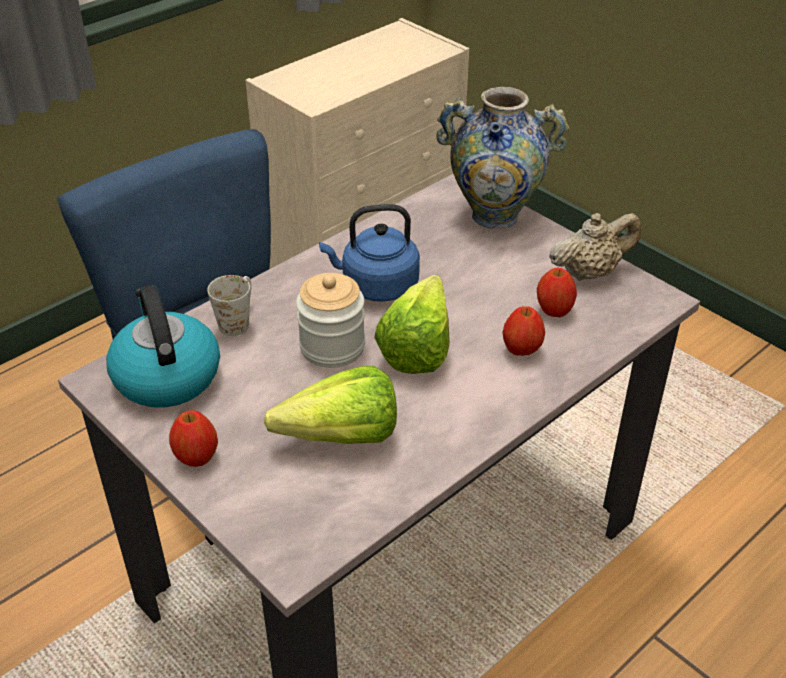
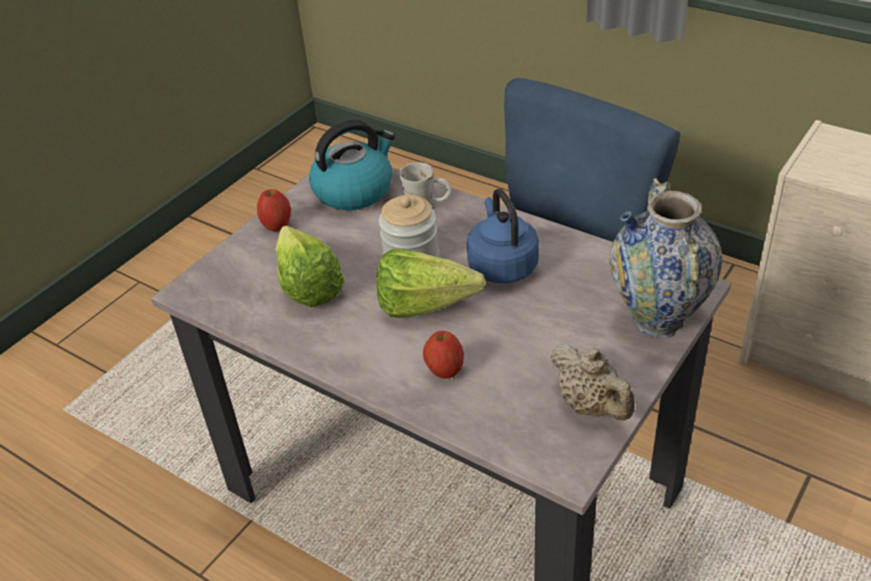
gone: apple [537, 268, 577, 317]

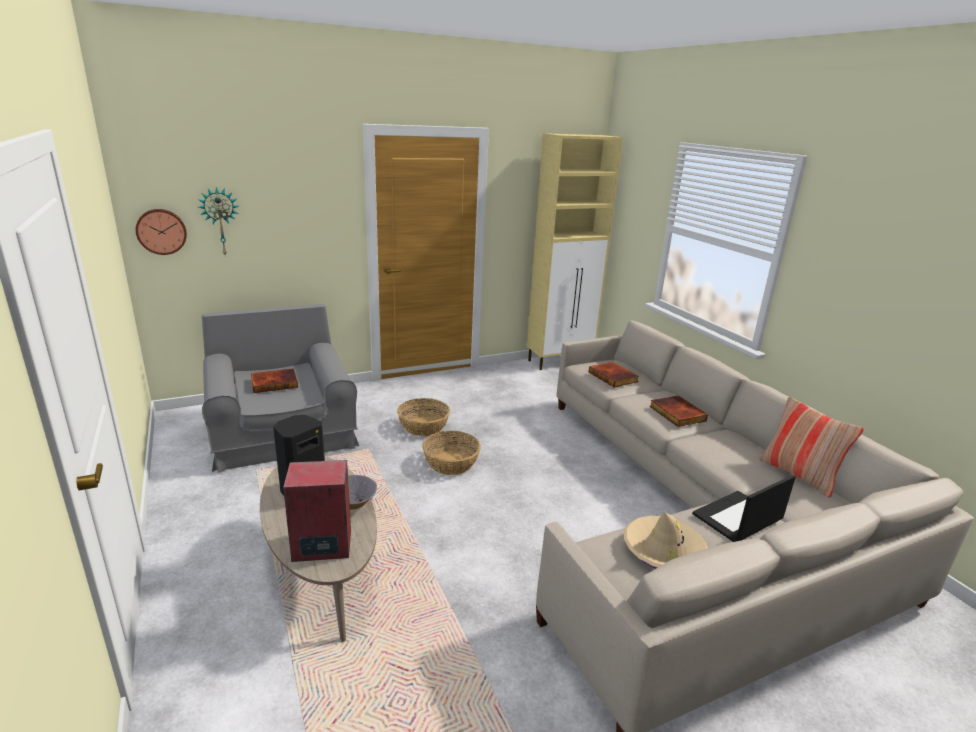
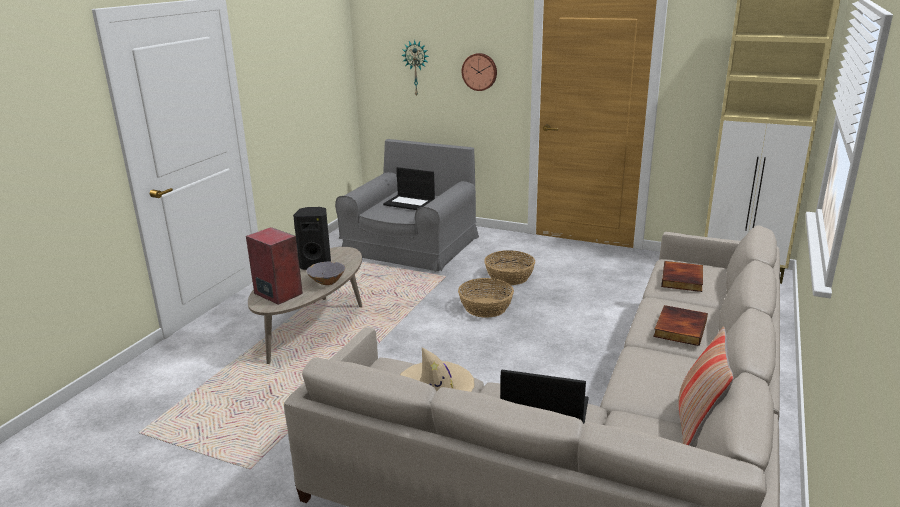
shifted: wall clock [136, 209, 187, 255] to [462, 53, 497, 91]
swapped: book [251, 368, 298, 393] to laptop [383, 167, 435, 210]

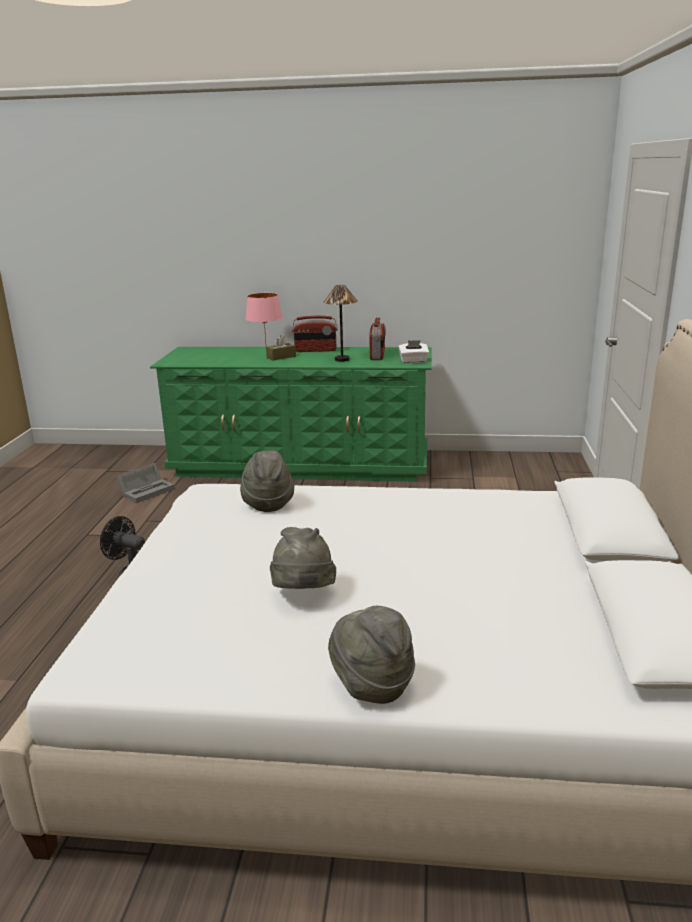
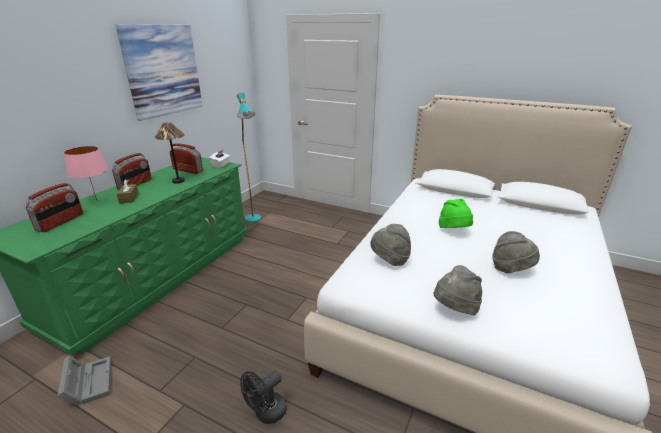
new: radio [26, 183, 83, 232]; picture [115, 24, 202, 121]; turquoise floor lamp [237, 92, 261, 223]; green hat [439, 199, 473, 228]
shifted: grey hat [328, 606, 415, 704] to [434, 265, 482, 316]

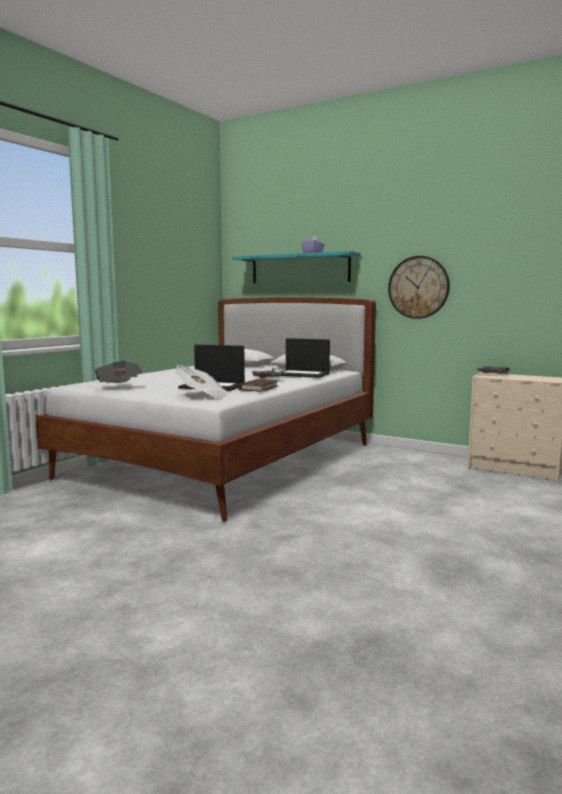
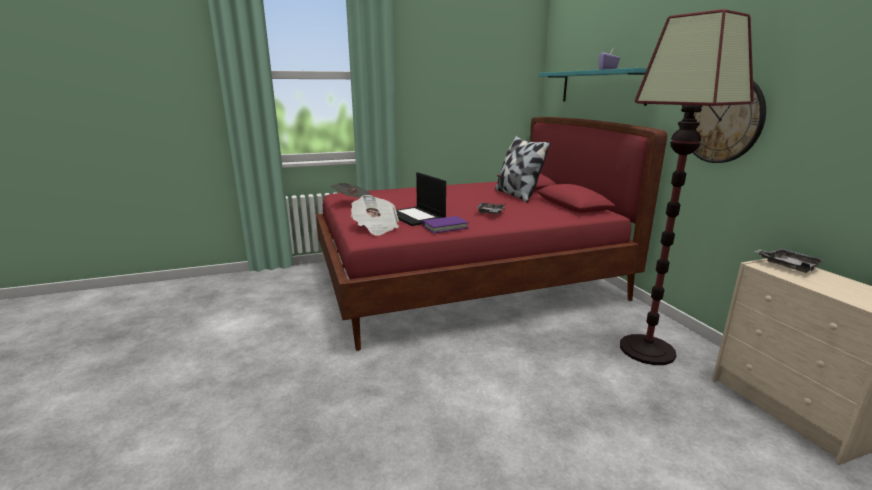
gone: laptop [280, 338, 330, 378]
new: pillow [495, 135, 551, 203]; floor lamp [620, 9, 754, 365]
repainted: white bed [35, 297, 376, 522] to red bed [316, 117, 668, 351]; brown book [238, 379, 278, 392] to purple book [422, 216, 469, 233]

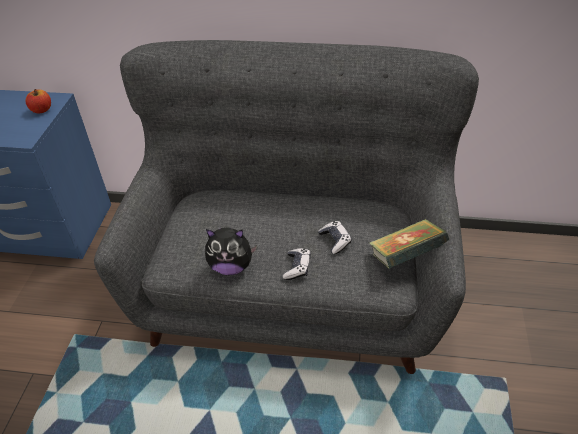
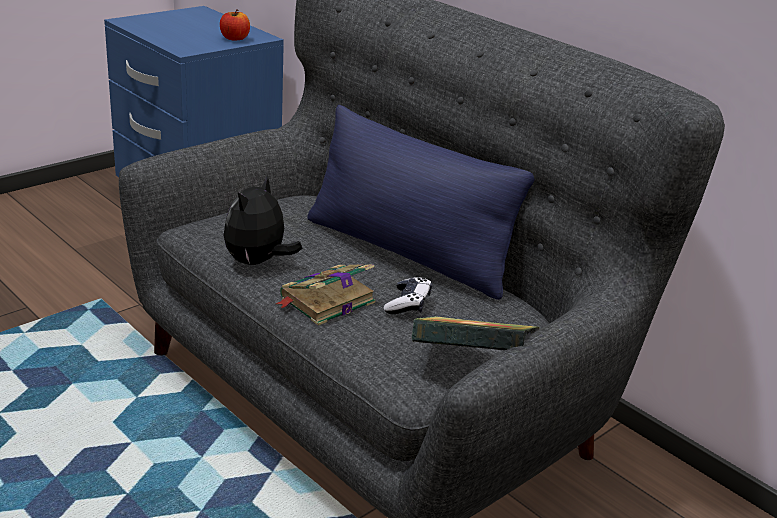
new: blue pillow [307, 105, 535, 300]
swapped: game controller [283, 248, 311, 280] to book [276, 264, 375, 326]
rotated: plush toy [205, 227, 257, 275] = [224, 175, 303, 265] 75 degrees clockwise

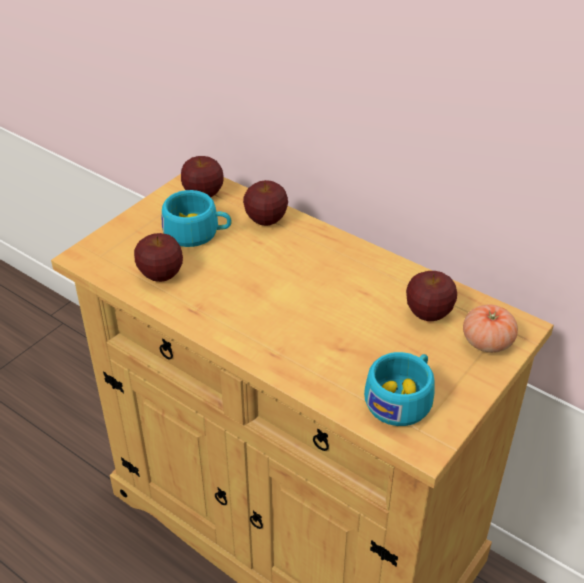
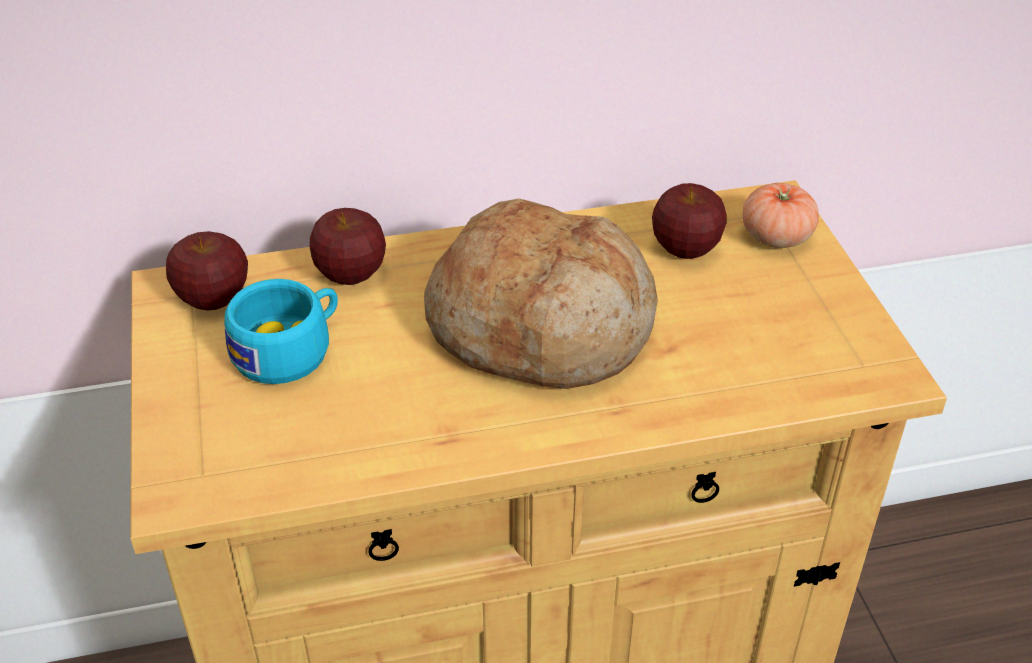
gone: apple [134, 233, 183, 282]; turquoise cup [364, 352, 435, 426]
new: bread [424, 198, 658, 389]

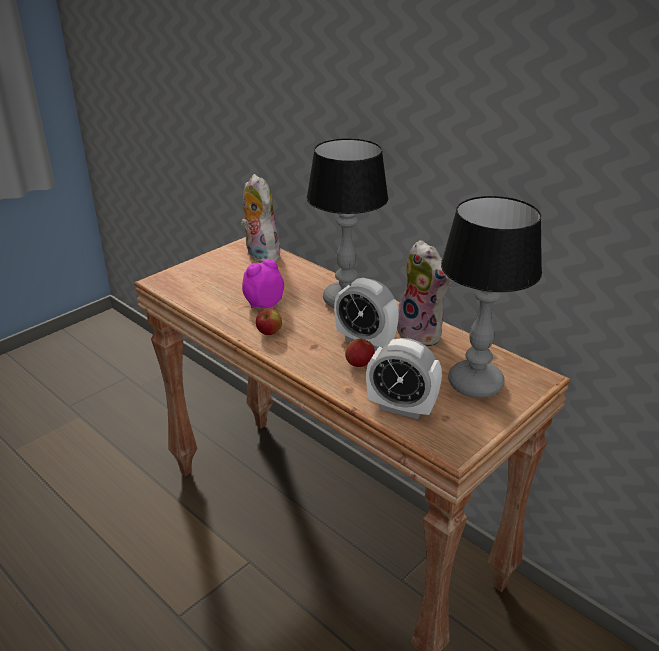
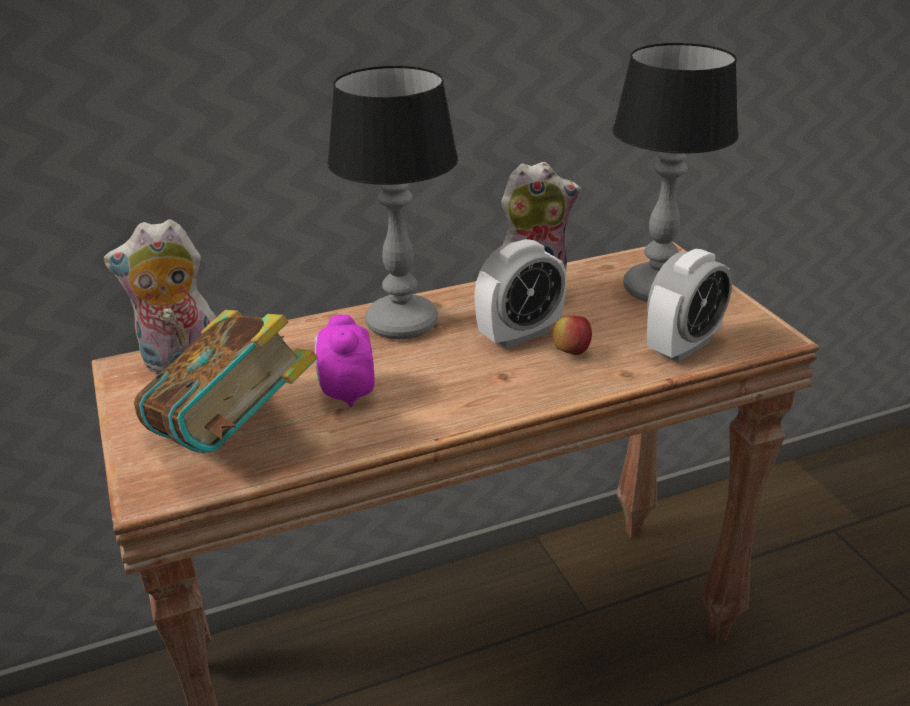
gone: apple [256, 309, 282, 335]
new: book [134, 310, 318, 453]

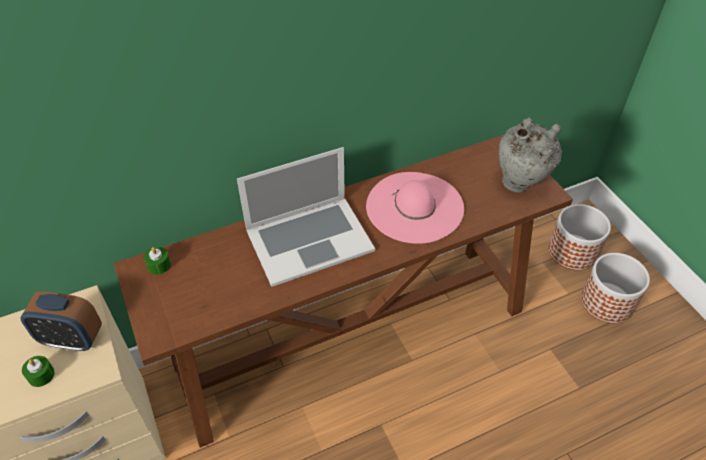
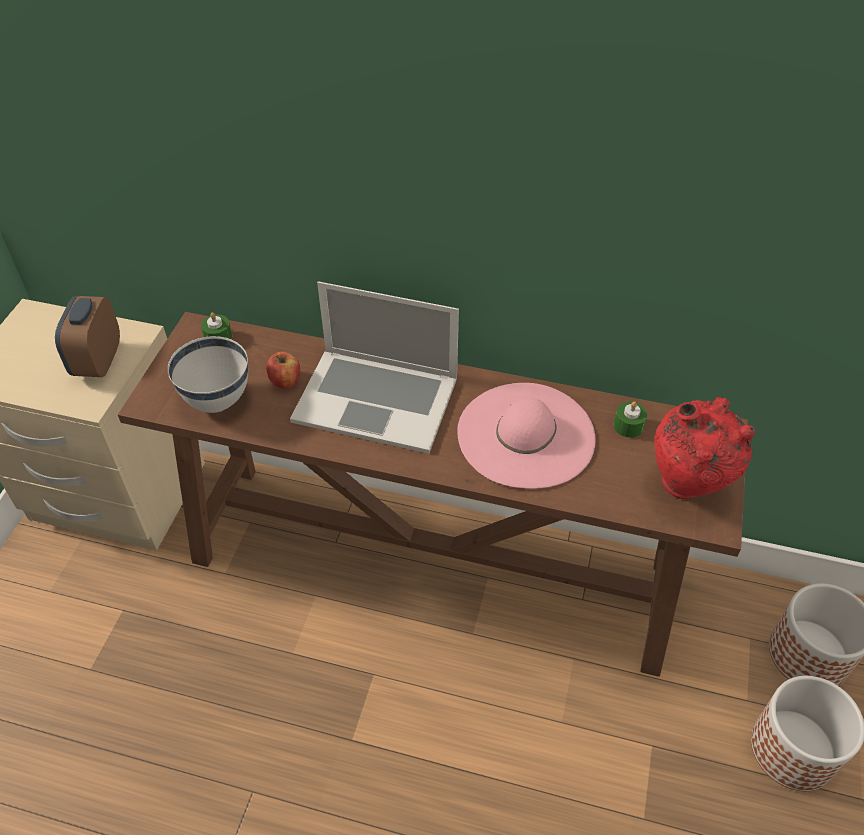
new: white bowl [167, 336, 248, 413]; apple [266, 352, 300, 388]
shifted: green candle [22, 356, 55, 387] to [613, 401, 647, 438]
repainted: grey vase [499, 117, 562, 192] to red vase [654, 397, 755, 499]
rotated: alarm clock [21, 291, 102, 351] = [55, 296, 120, 377] 45 degrees clockwise

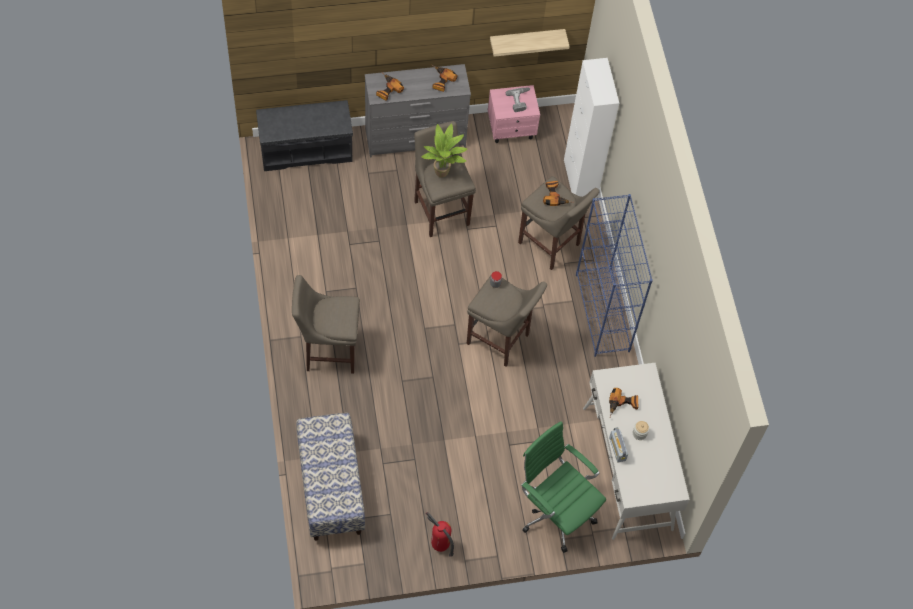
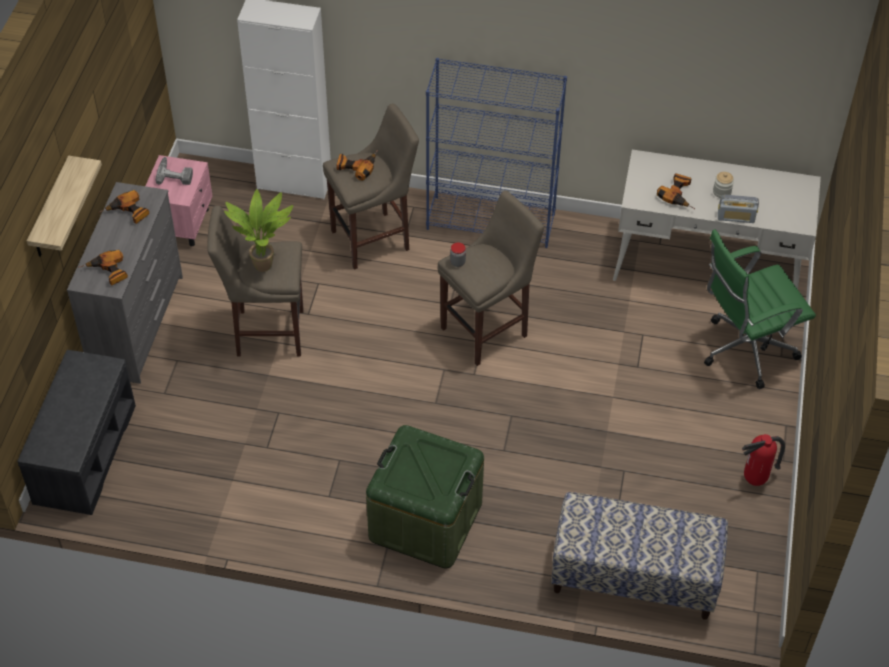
shifted: shelf [490, 29, 570, 57] to [27, 156, 102, 257]
swapped: beige stool [292, 275, 360, 374] to green storage box [366, 425, 484, 568]

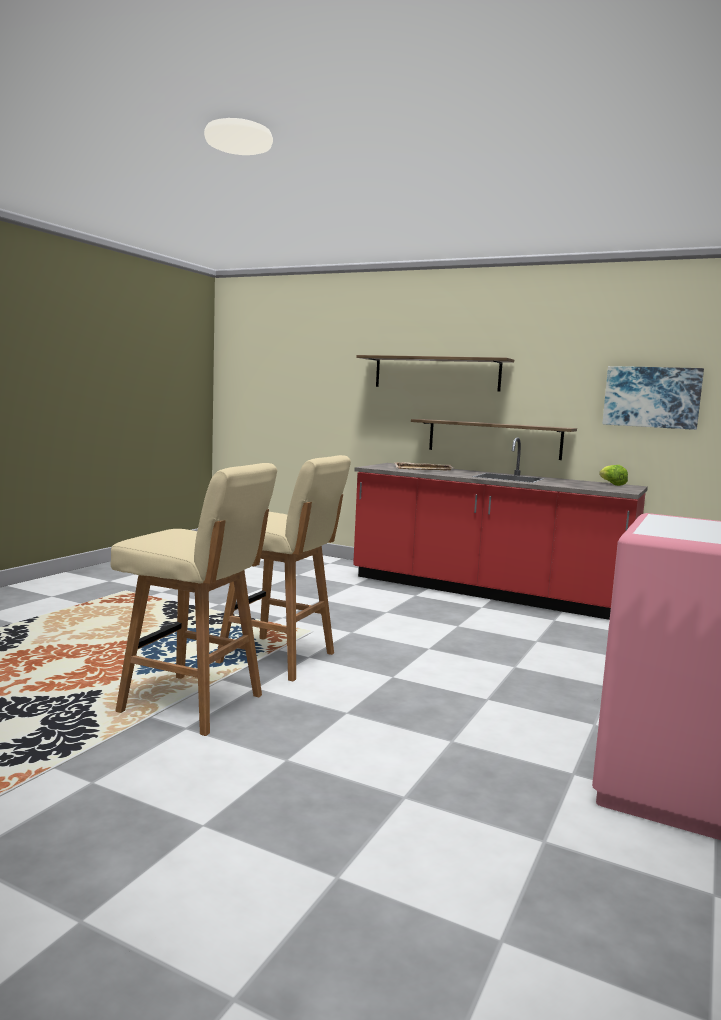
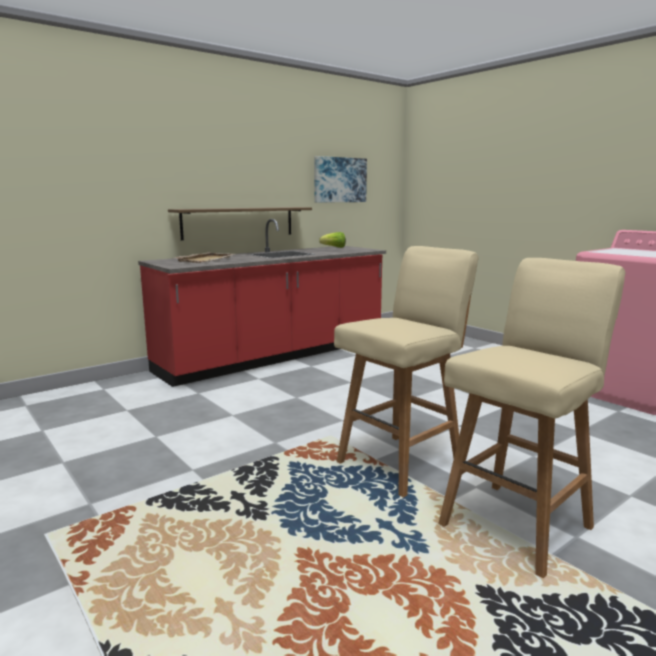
gone: shelf [356, 355, 514, 392]

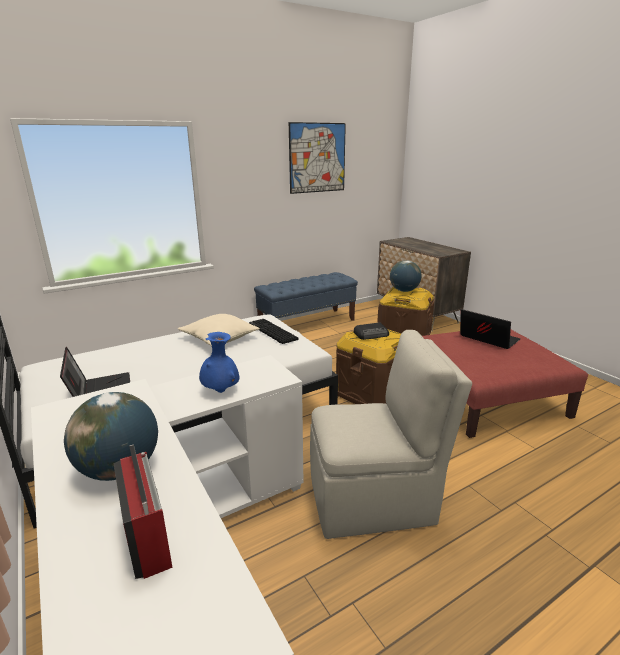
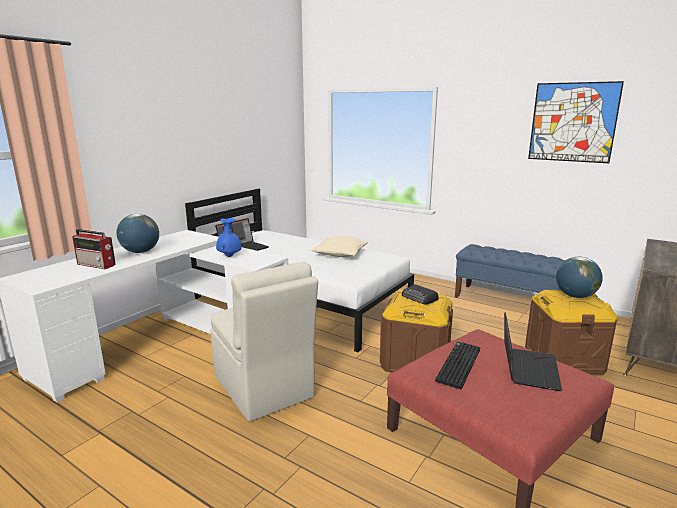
shifted: keyboard [249, 319, 299, 344] to [435, 342, 480, 389]
rotated: radio [114, 444, 173, 579] = [72, 229, 116, 269] 75 degrees clockwise

